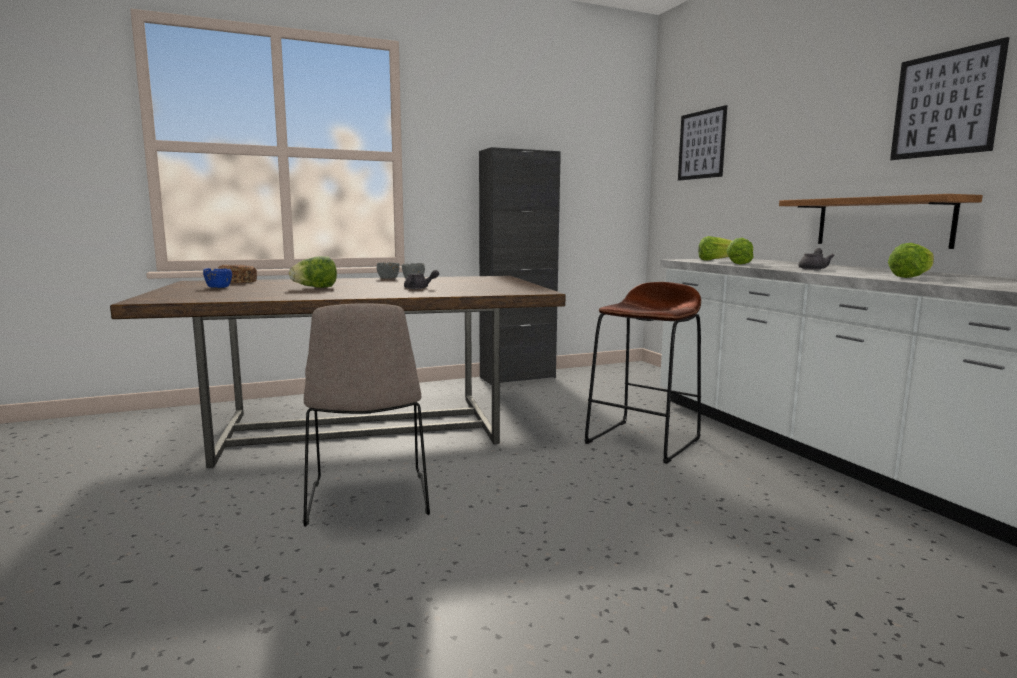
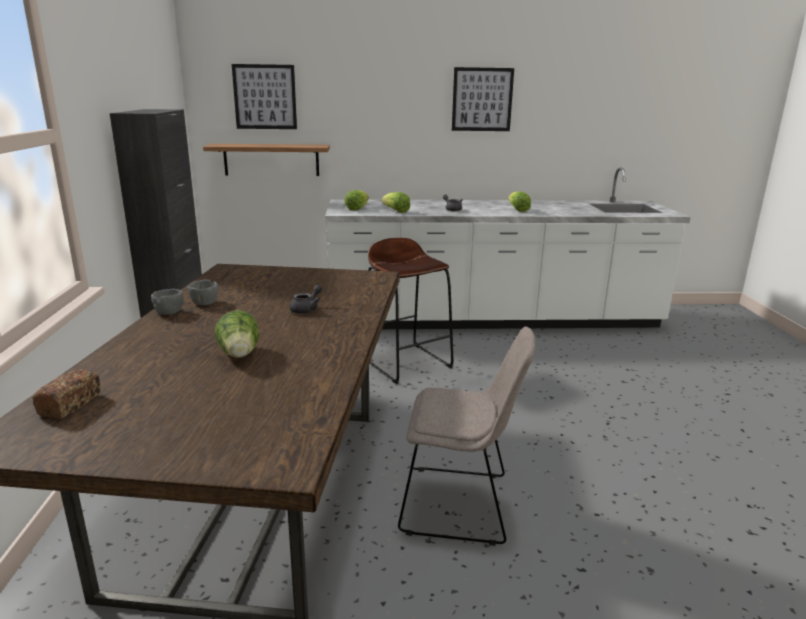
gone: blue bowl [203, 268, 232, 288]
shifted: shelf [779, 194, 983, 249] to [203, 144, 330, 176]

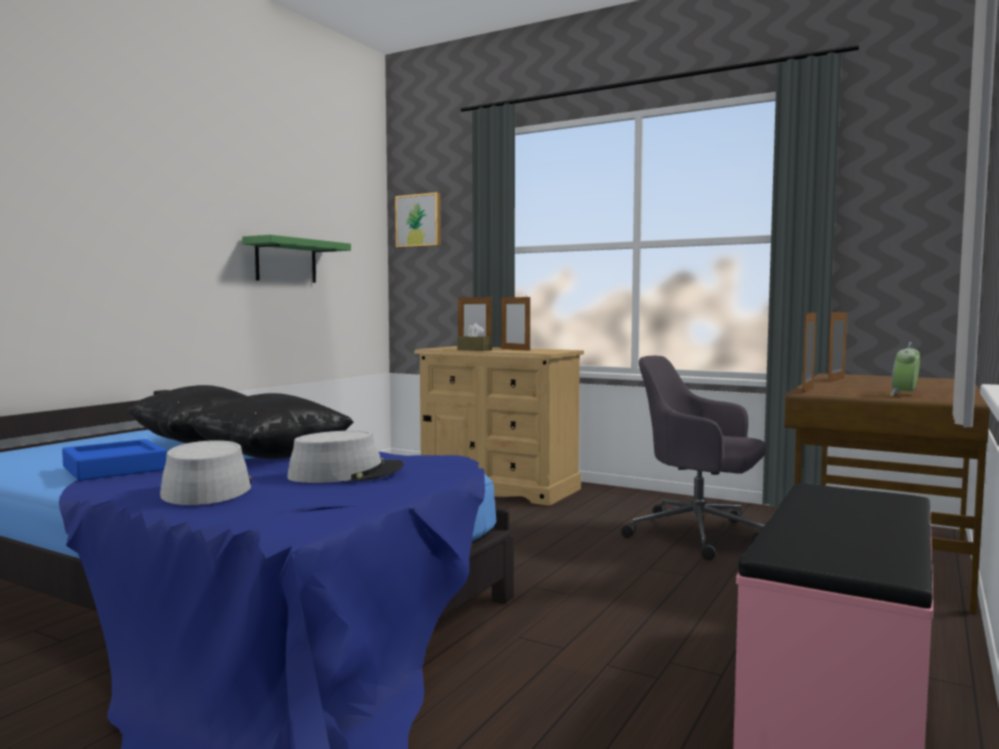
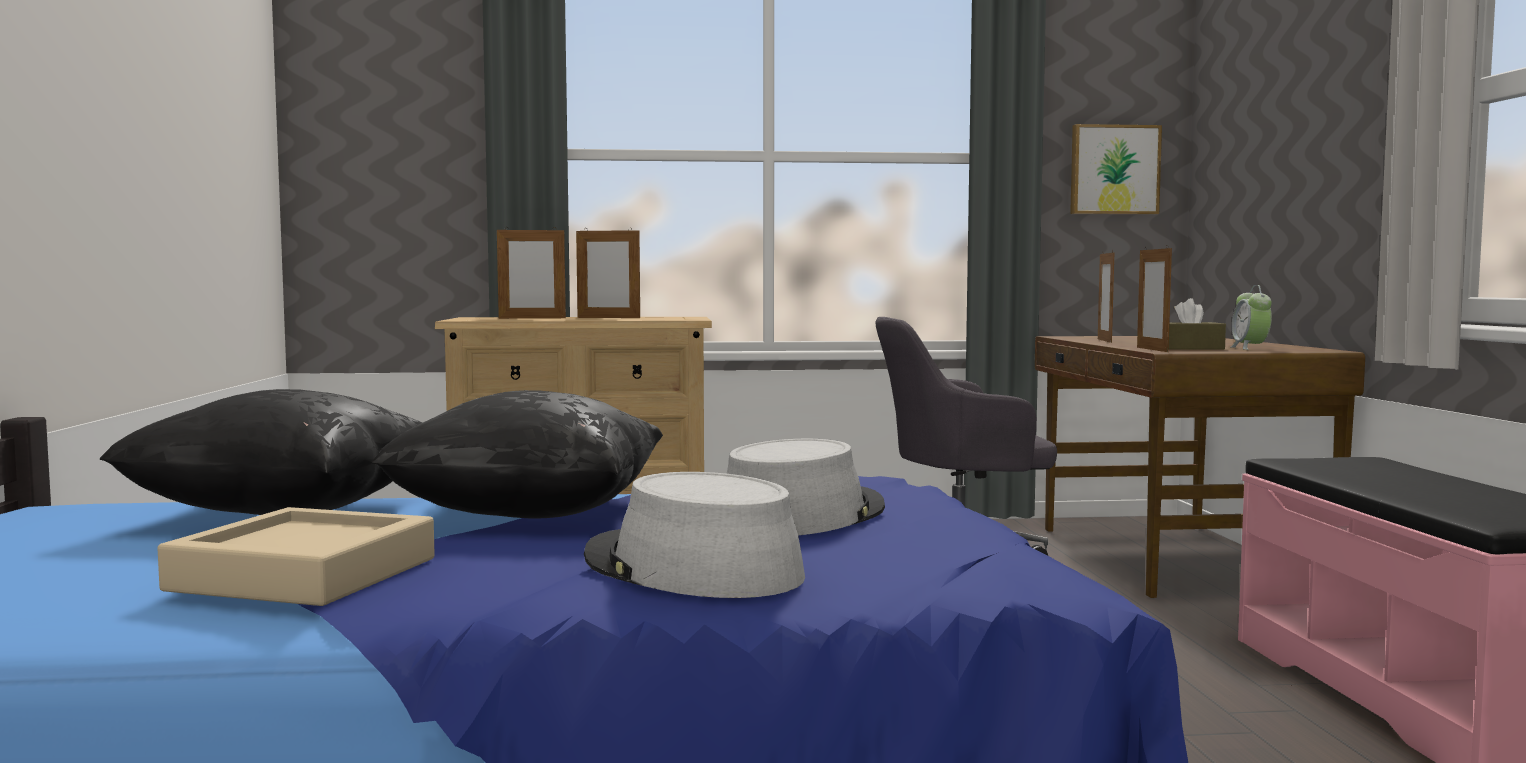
gone: green shelf [242, 235, 351, 283]
shifted: picture [395, 192, 441, 248] to [1070, 124, 1162, 215]; brown tissue box [457, 323, 492, 351] to [1169, 298, 1226, 349]
repainted: blue tray [62, 439, 168, 481] to beige tray [158, 507, 435, 606]

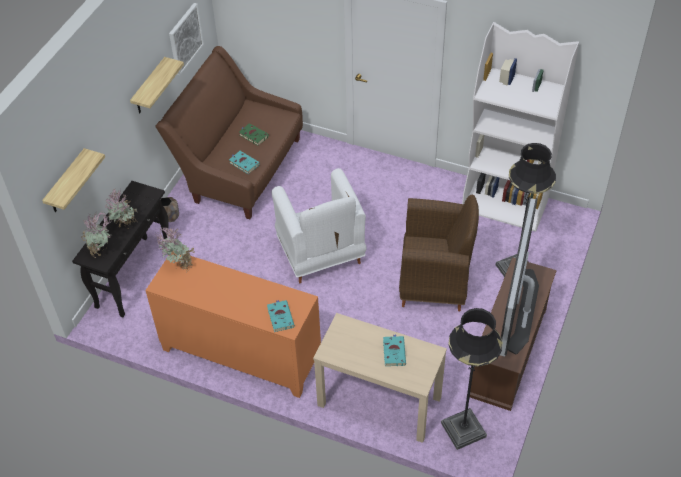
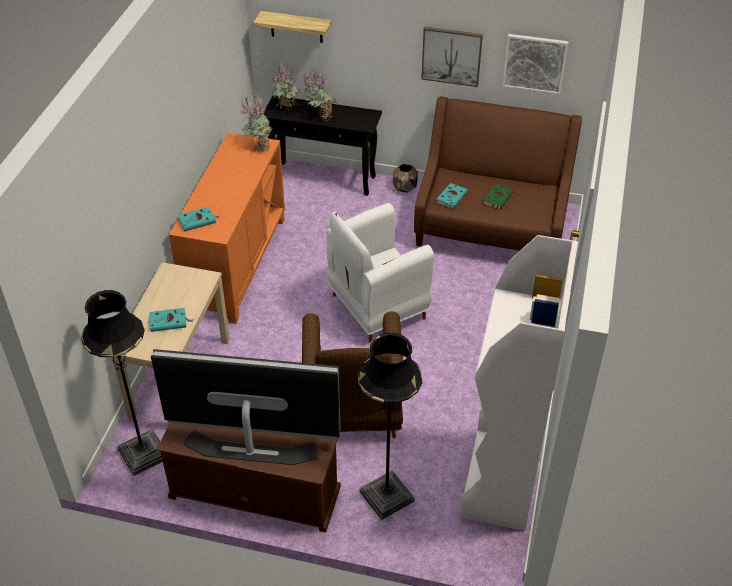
swapped: shelf [130, 57, 184, 113] to picture [421, 27, 483, 87]

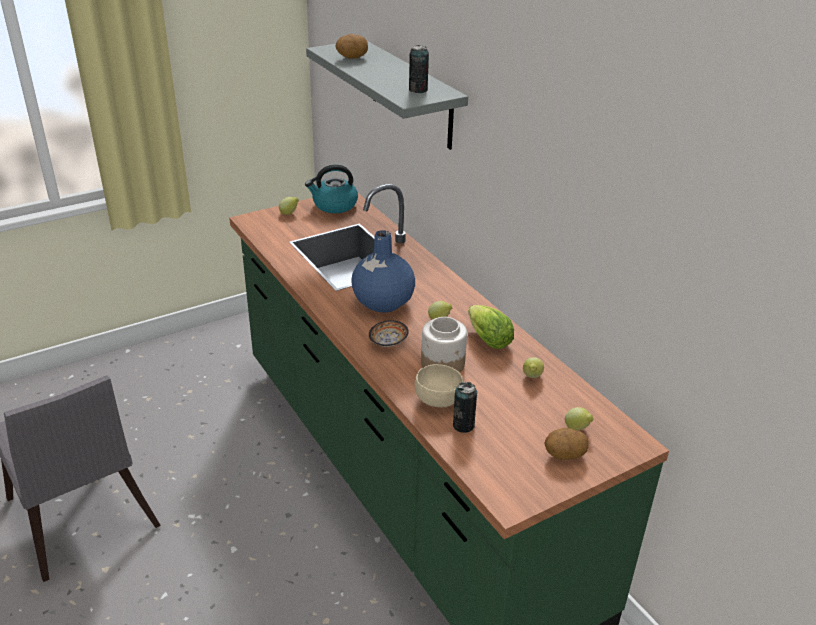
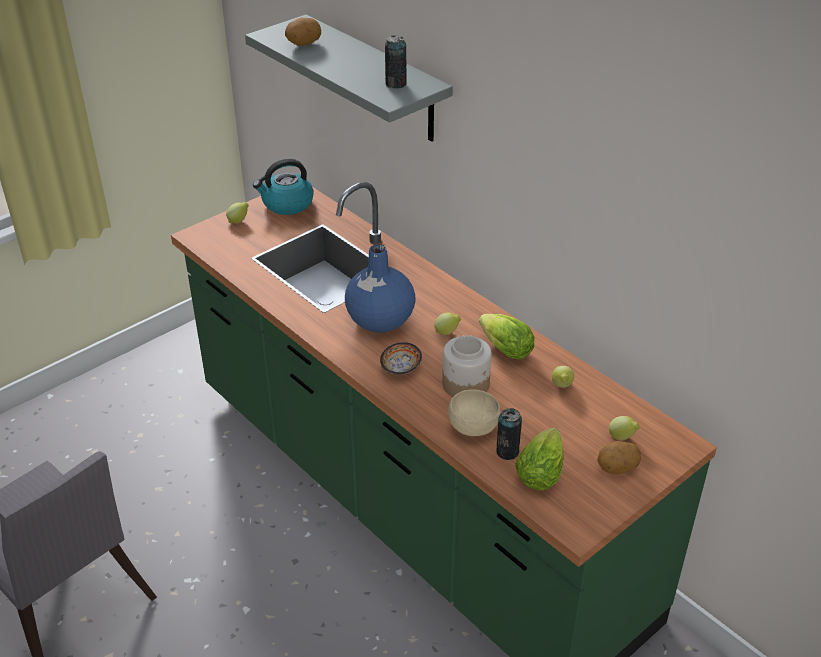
new: lettuce [515, 428, 564, 490]

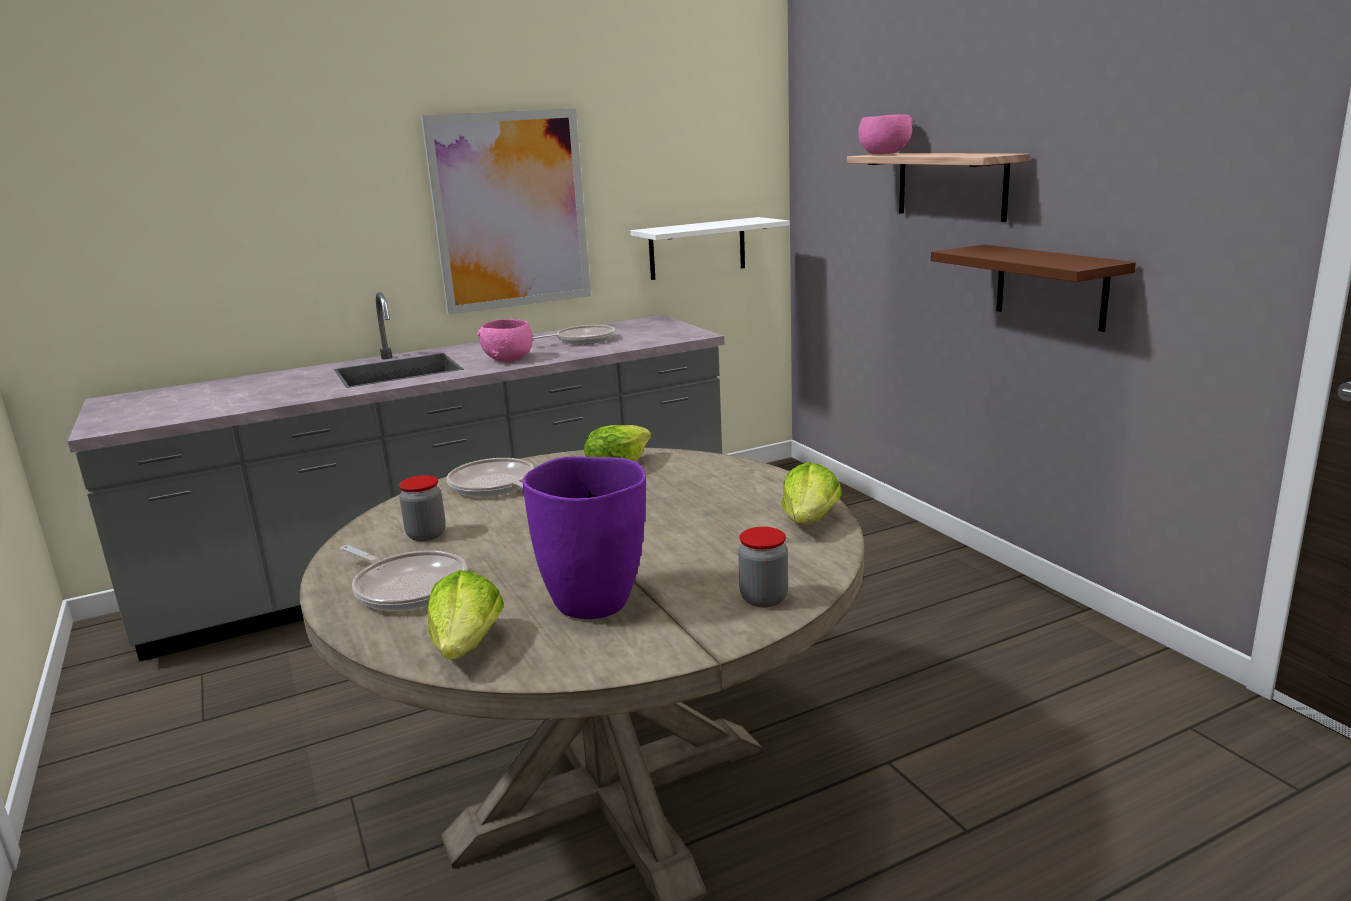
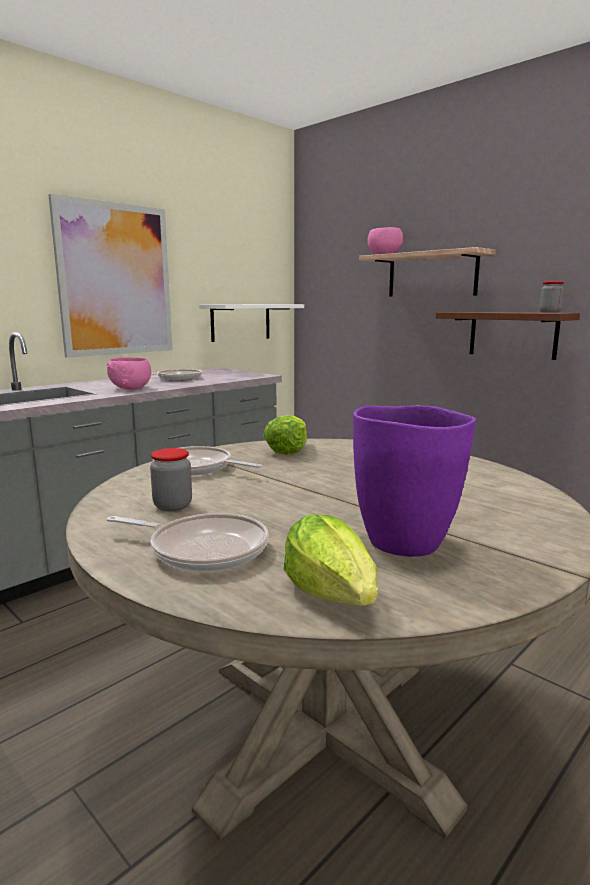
gone: lettuce [782, 462, 842, 524]
shifted: jar [738, 527, 788, 608] to [539, 281, 564, 313]

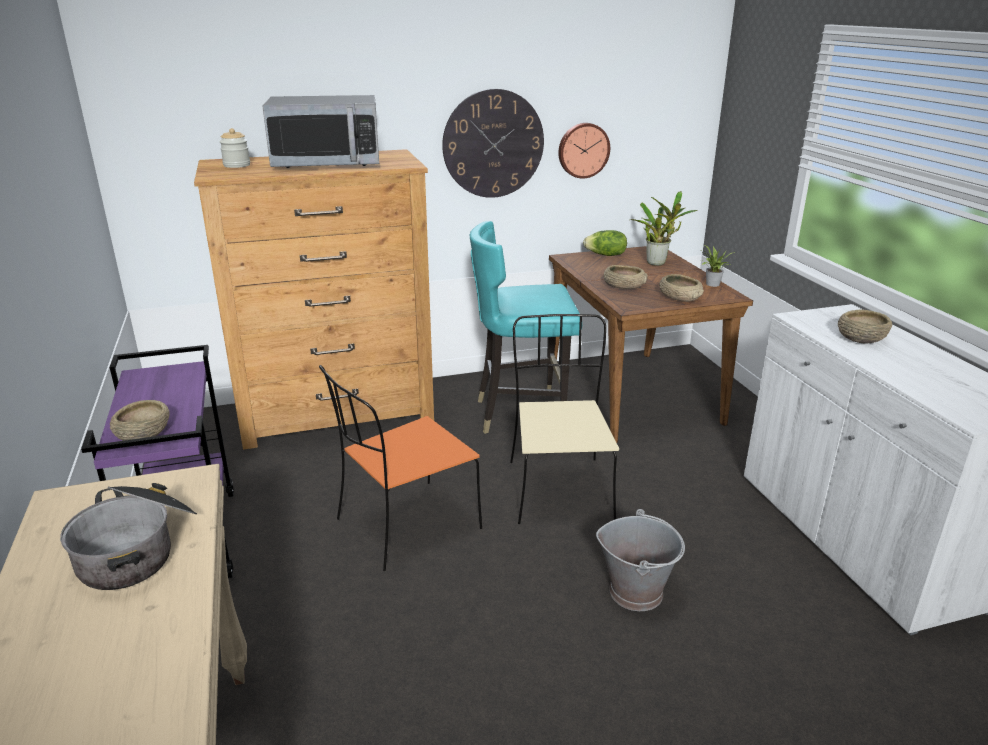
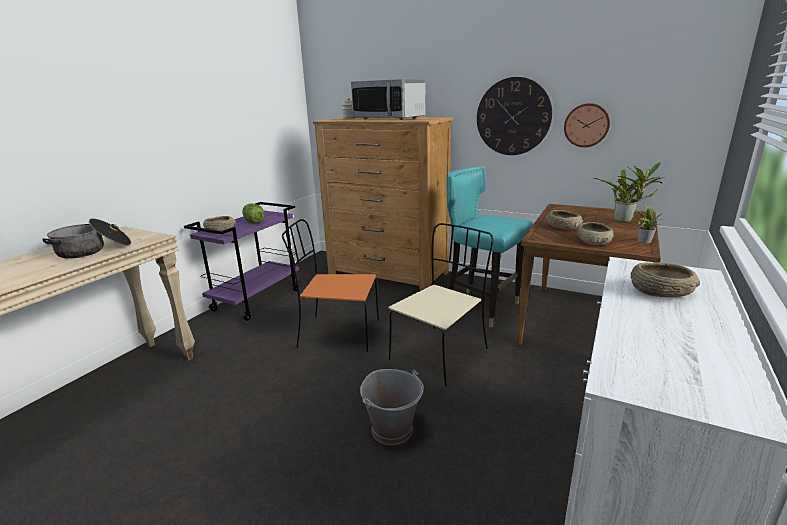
shifted: lettuce [583, 230, 627, 256] to [242, 203, 265, 223]

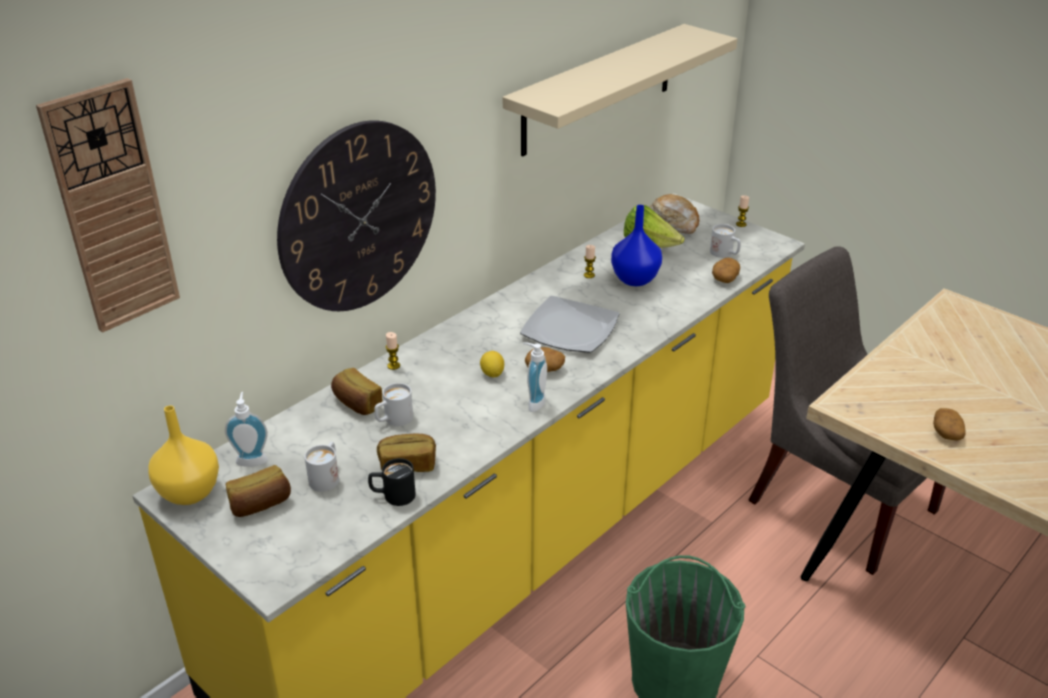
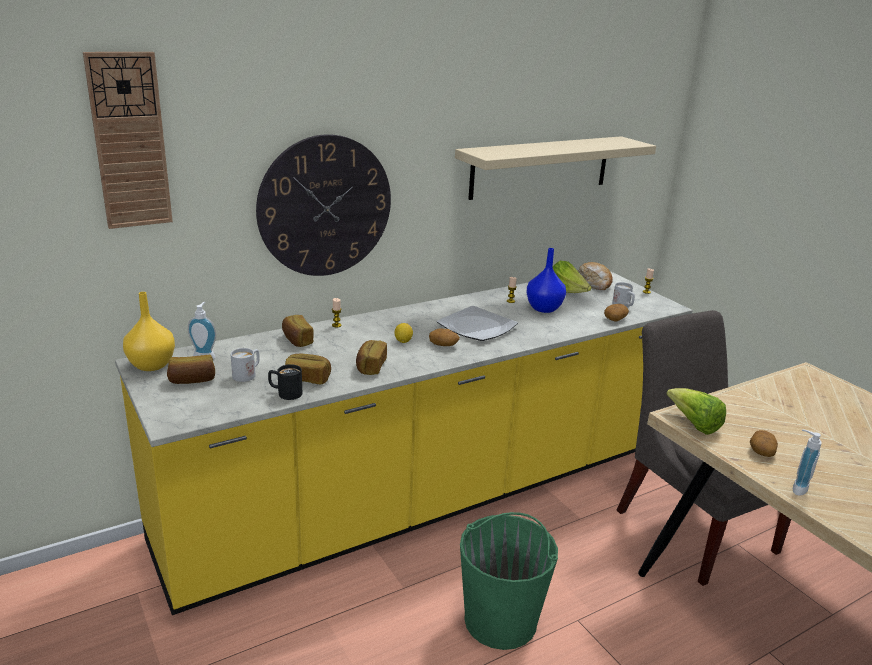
gone: white mug [374, 383, 413, 426]
new: bread [356, 340, 387, 375]; lettuce [667, 388, 726, 435]
shifted: soap dispenser [523, 342, 547, 412] to [793, 429, 822, 496]

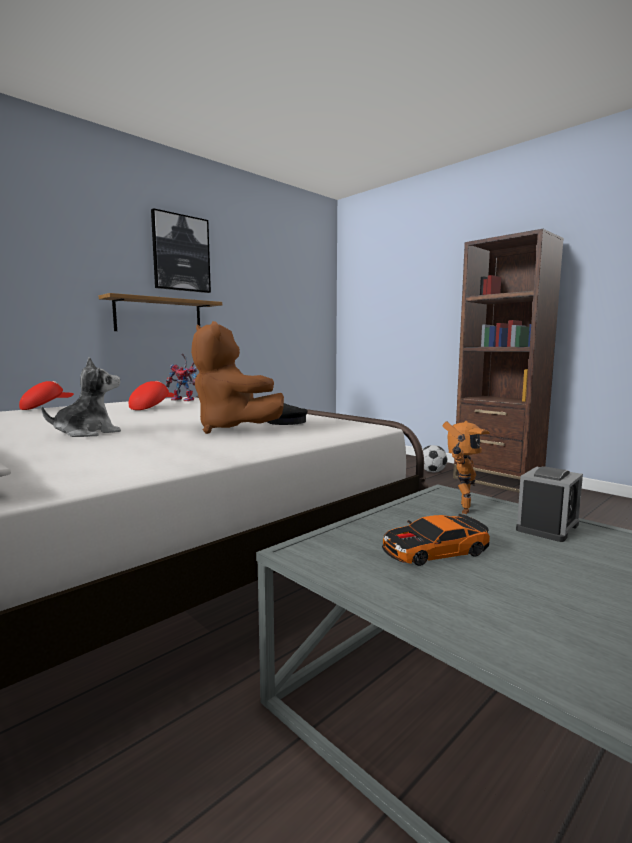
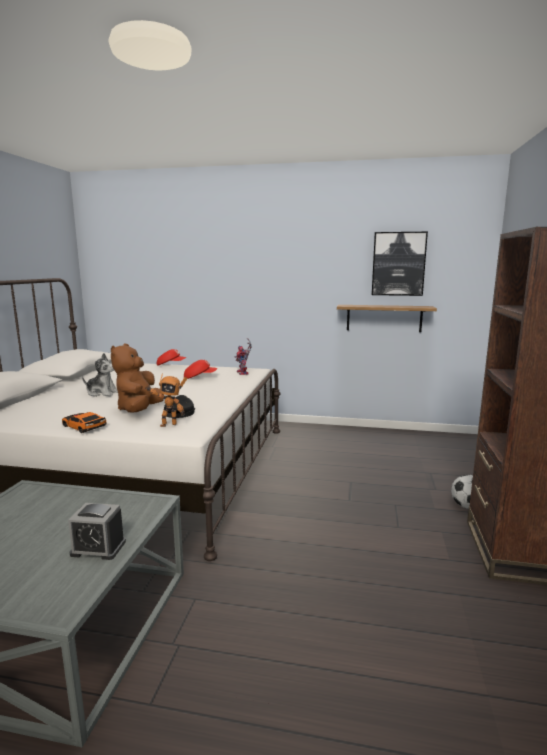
shifted: shelf [99, 293, 222, 331] to [337, 305, 437, 332]; picture [151, 208, 211, 293] to [372, 232, 428, 296]; toy car [382, 514, 490, 566] to [62, 412, 107, 433]; toy robot [442, 421, 490, 514] to [146, 374, 187, 427]

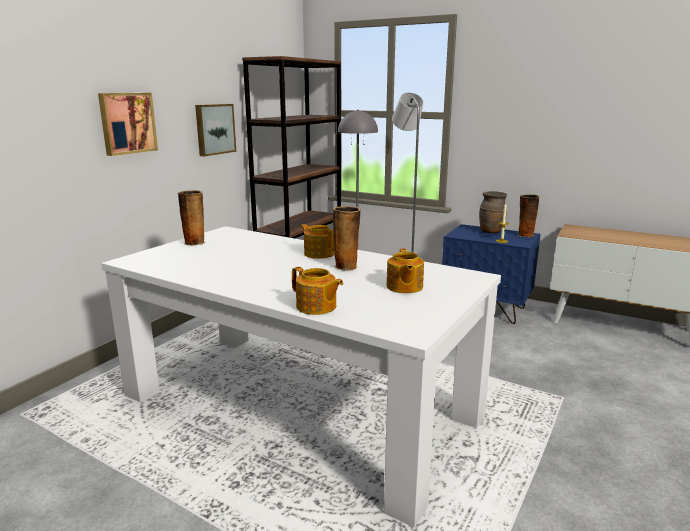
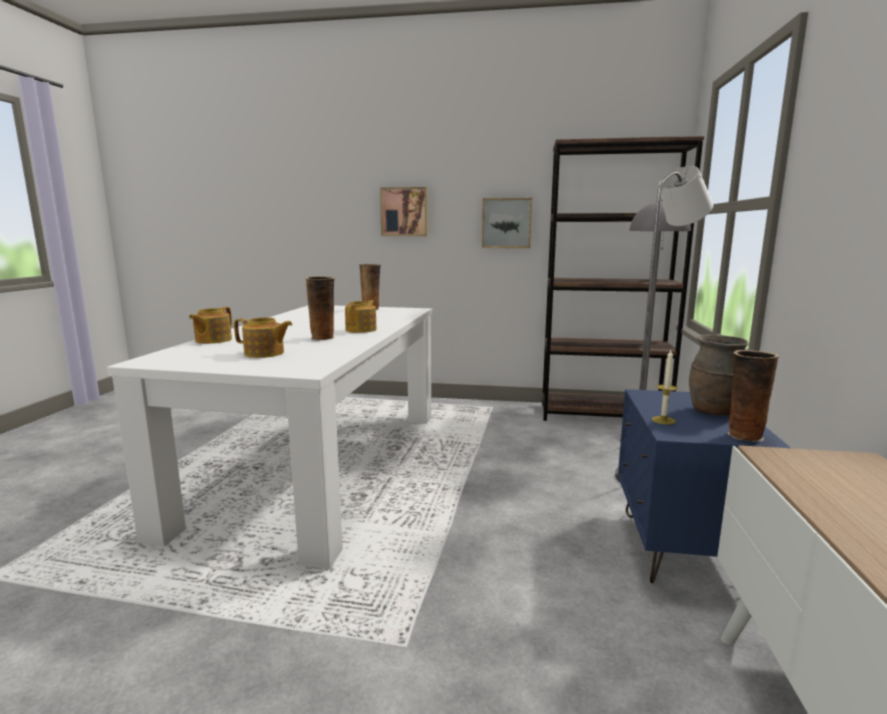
rotated: teapot [387, 248, 424, 293] = [234, 317, 293, 358] 150 degrees counterclockwise

